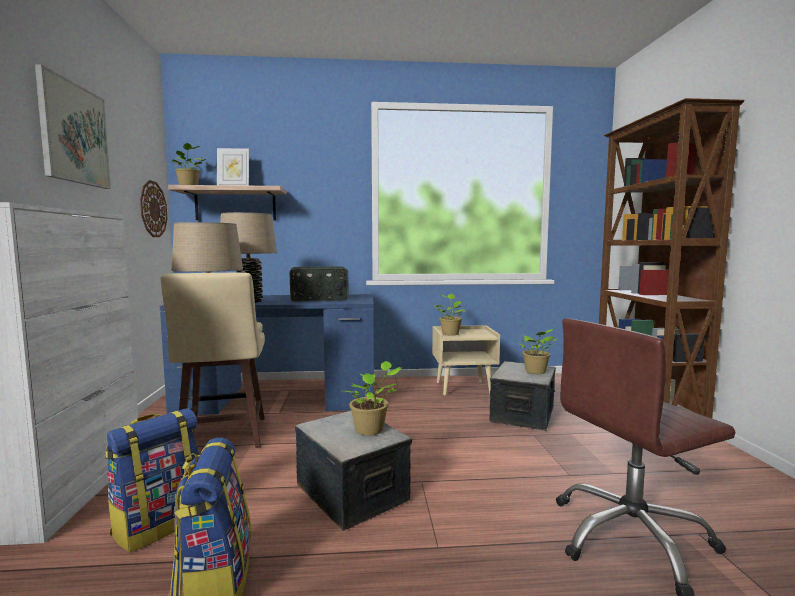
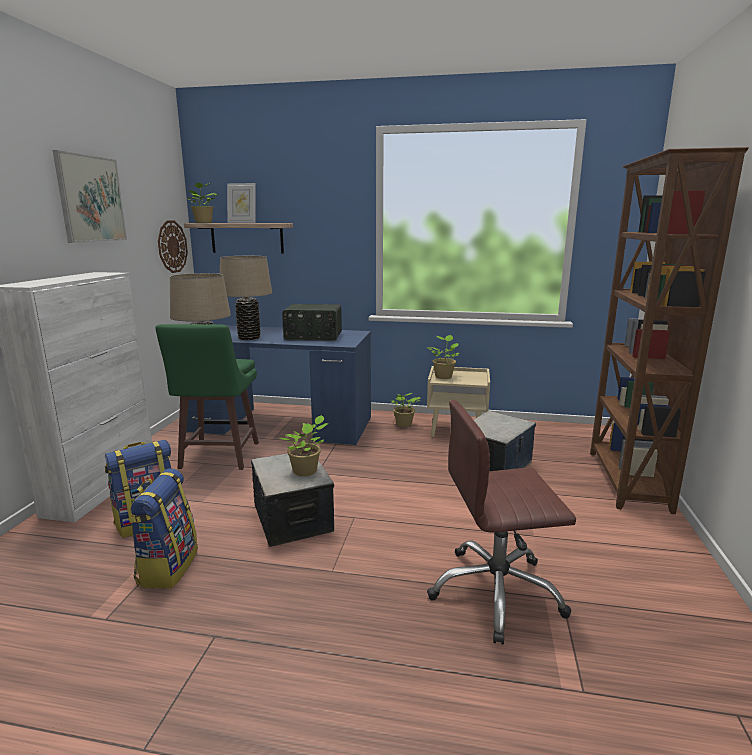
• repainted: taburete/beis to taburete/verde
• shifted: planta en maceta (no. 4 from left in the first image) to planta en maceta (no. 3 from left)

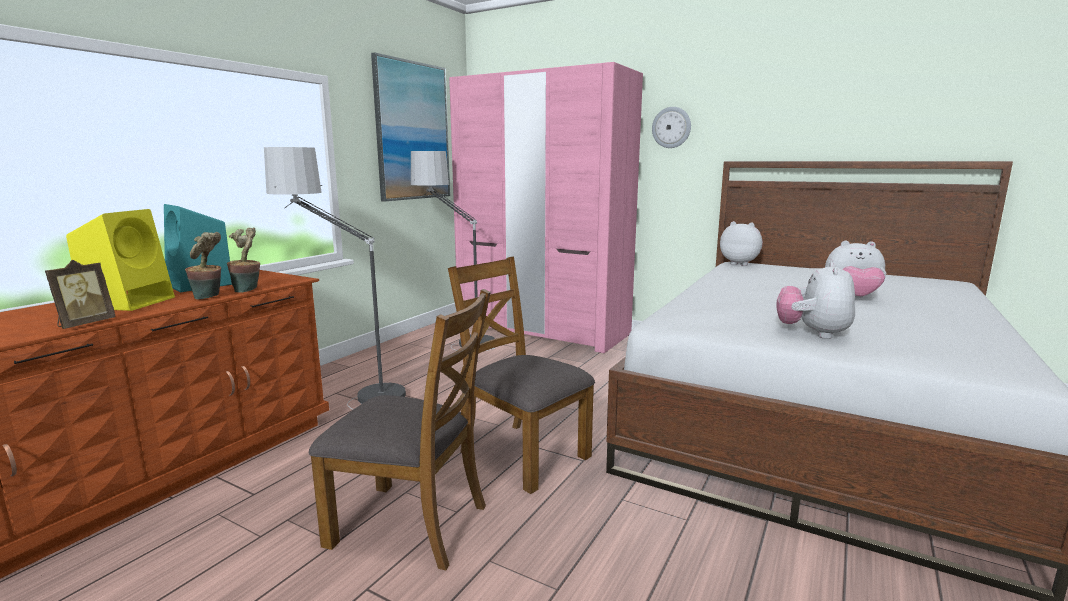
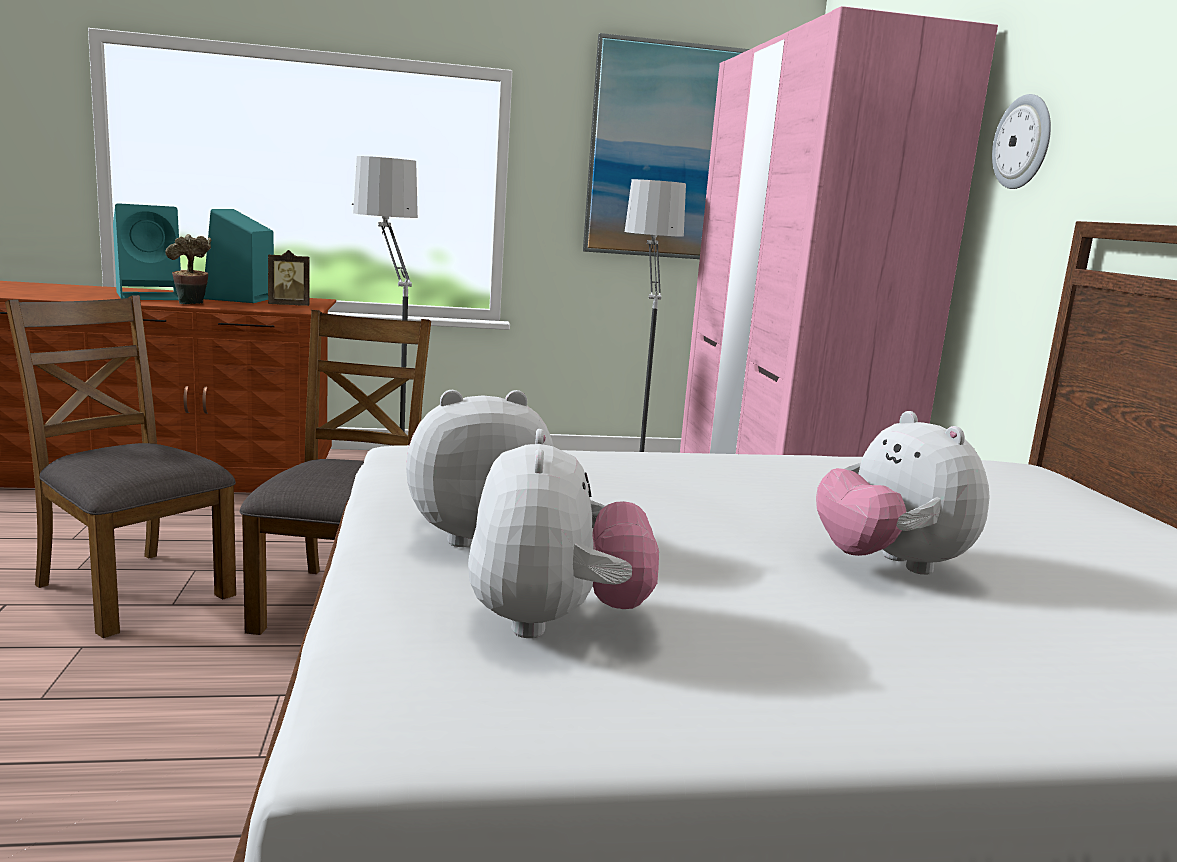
• repainted: altavoz/amarillo to altavoz/turquesa (no. 1 from left)
• shifted: peluche (no. 1 from left in the first image) to peluche (no. 2 from left)
• gone: planta en maceta (no. 2 from left)
• shifted: portarretratos
• rotated: silla/marrón (no. 1 from left) 150 degrees clockwise

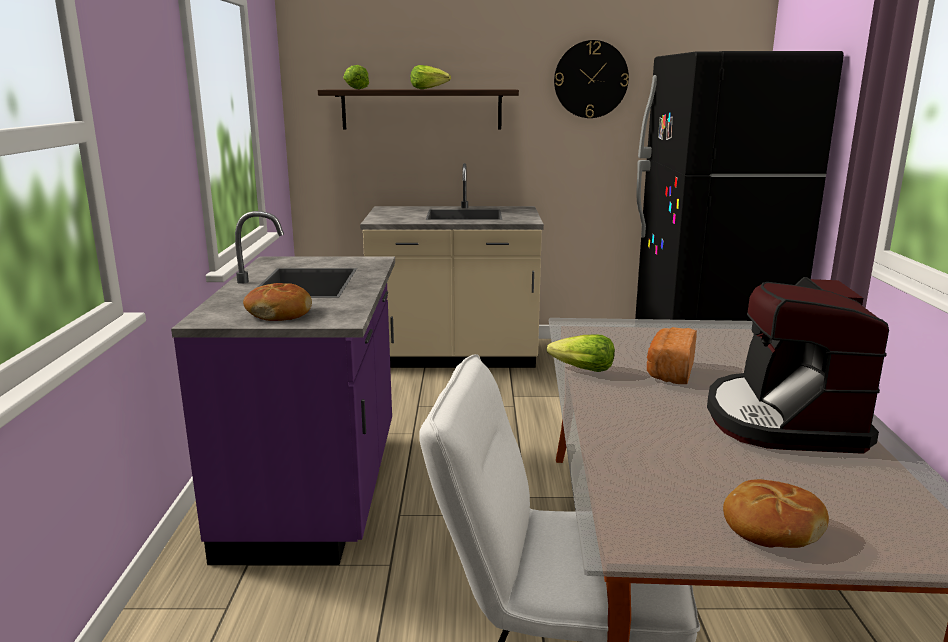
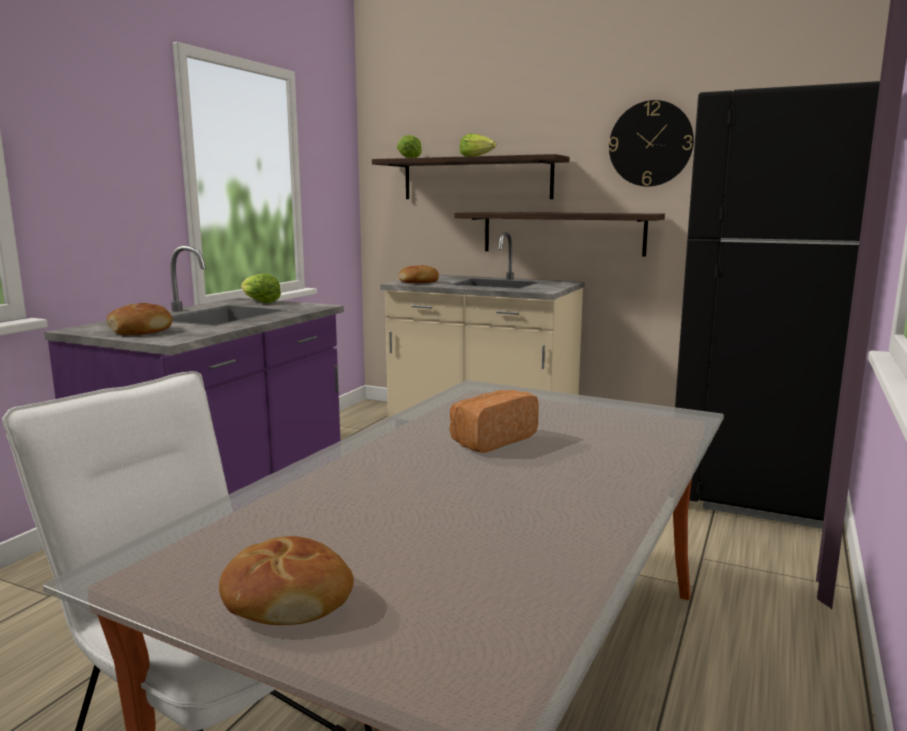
• gone: cafetera
• shifted: lechuga (no. 3 from left in the first image) to lechuga (no. 1 from left)
• new: estante (no. 2 from left)
• new: pan (no. 3 from left)

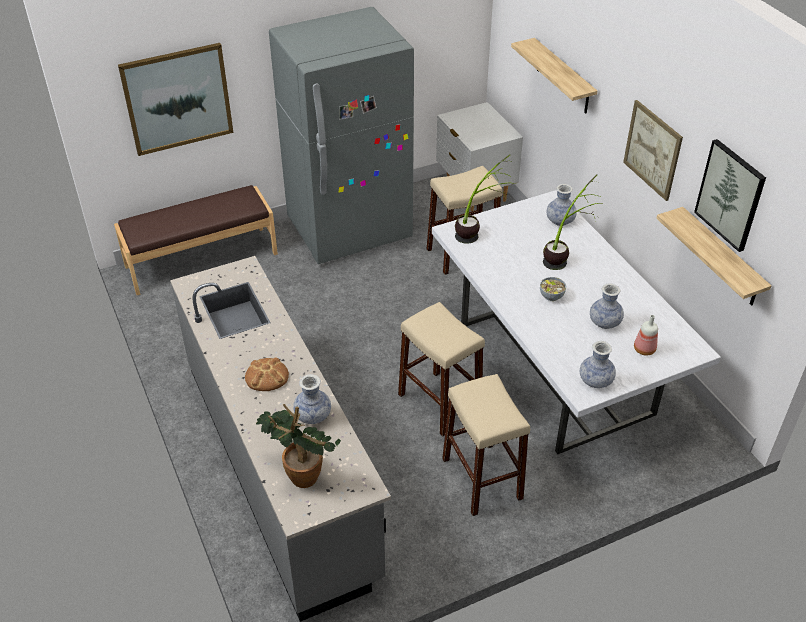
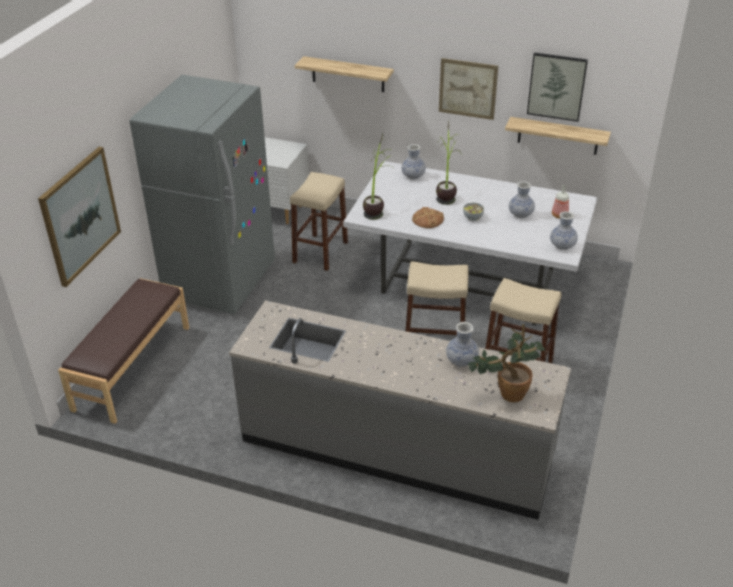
• shifted: pan

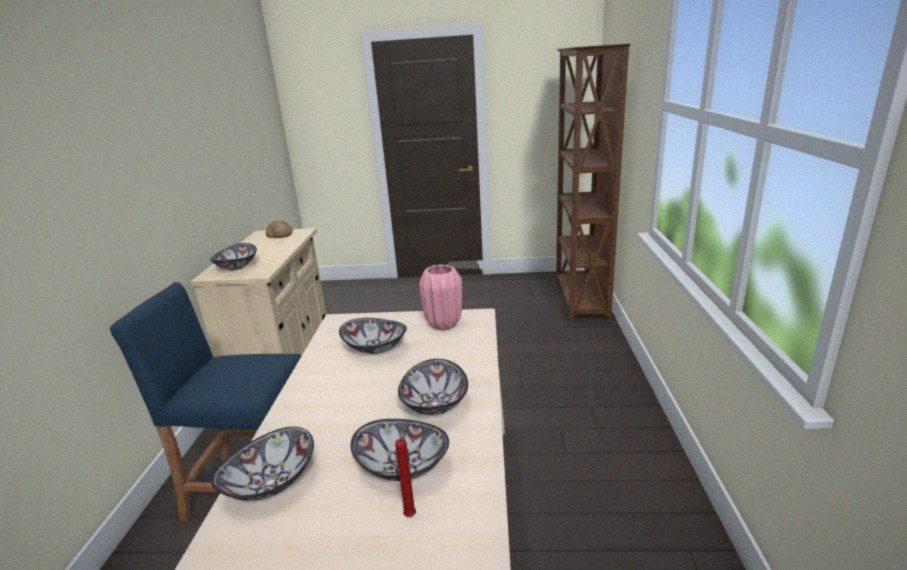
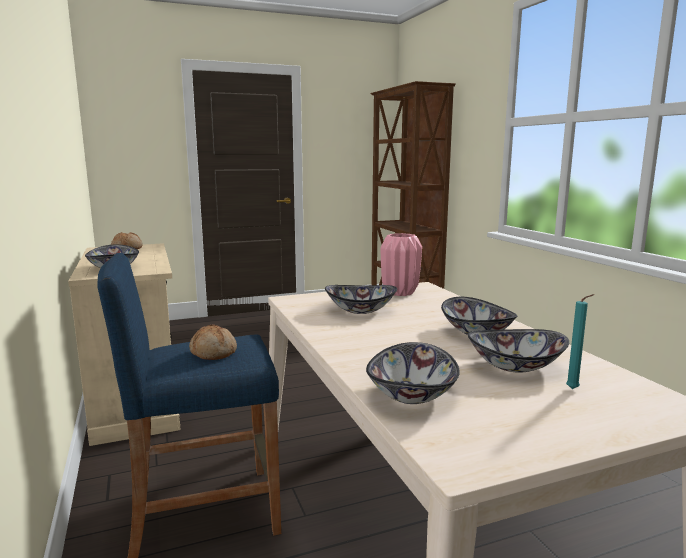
• repainted: vela/rojo to vela/turquesa
• new: pan (no. 2 from left)

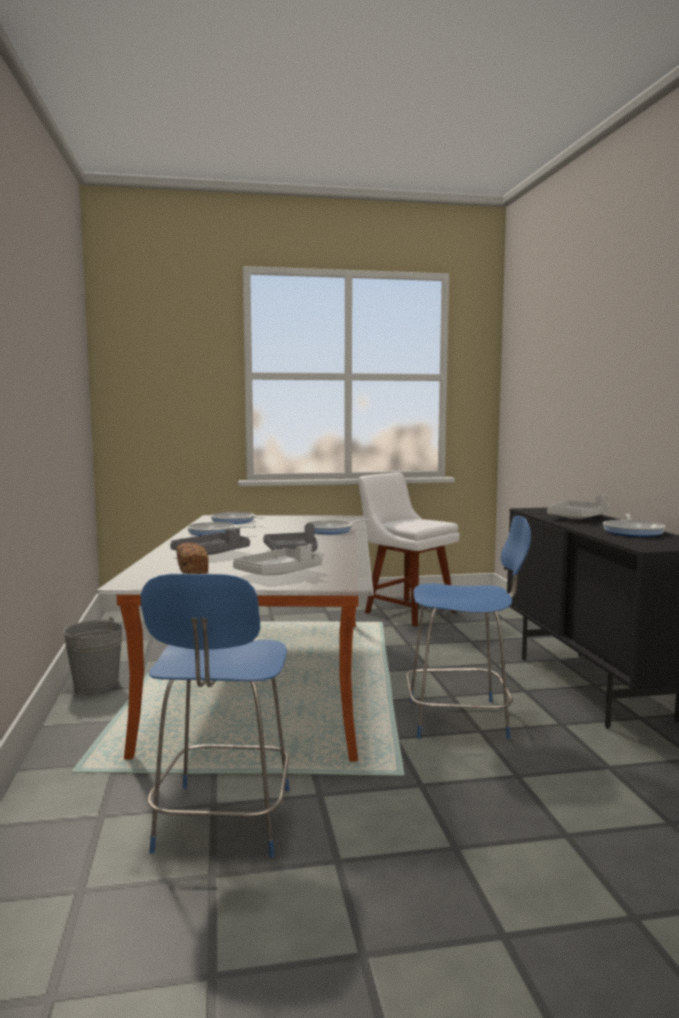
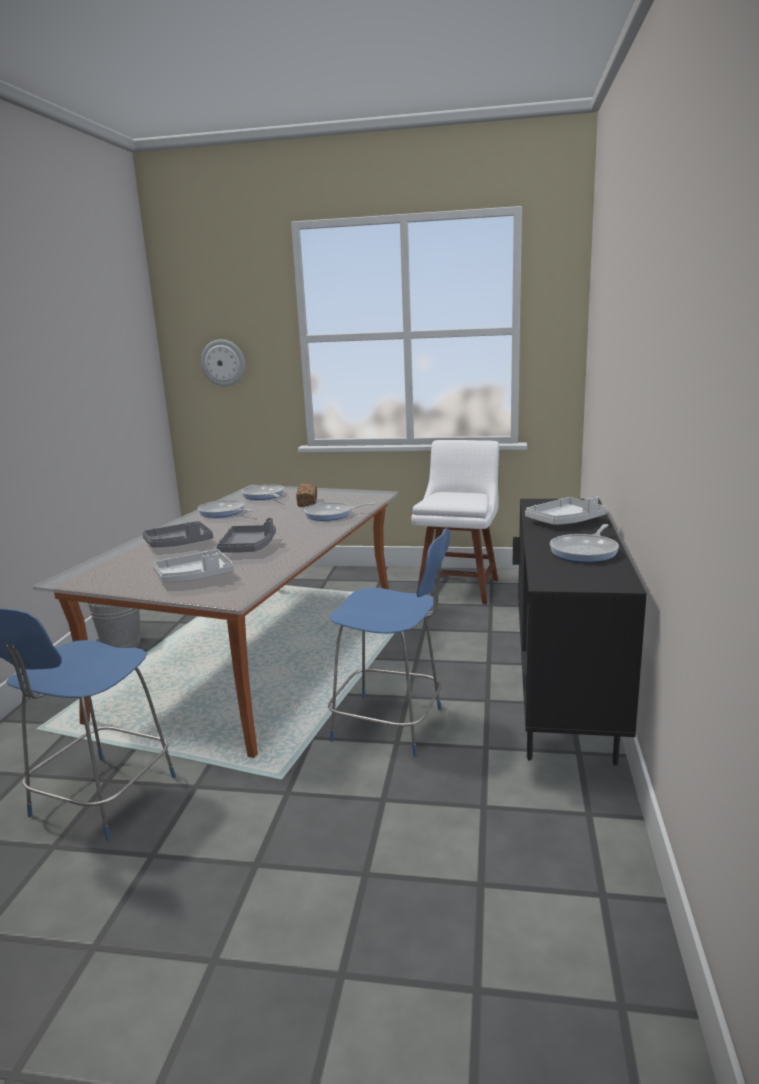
• rotated: silla/blanco 45 degrees clockwise
• shifted: pan
• new: reloj de pared

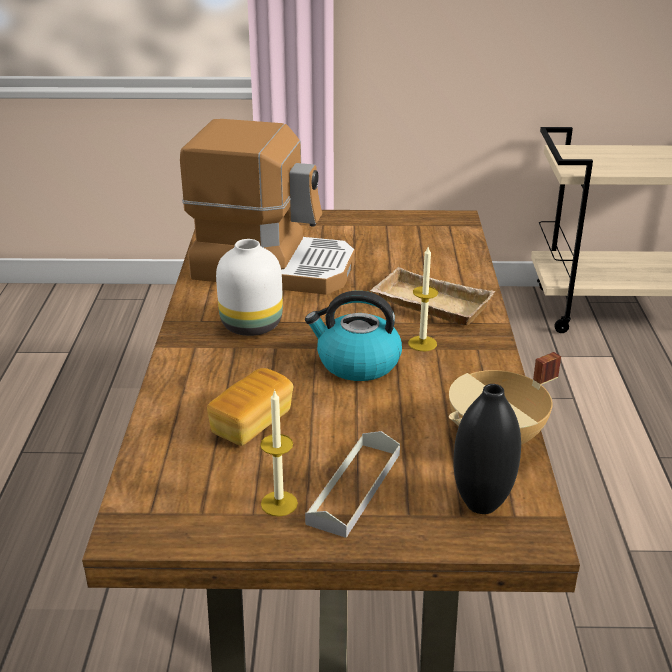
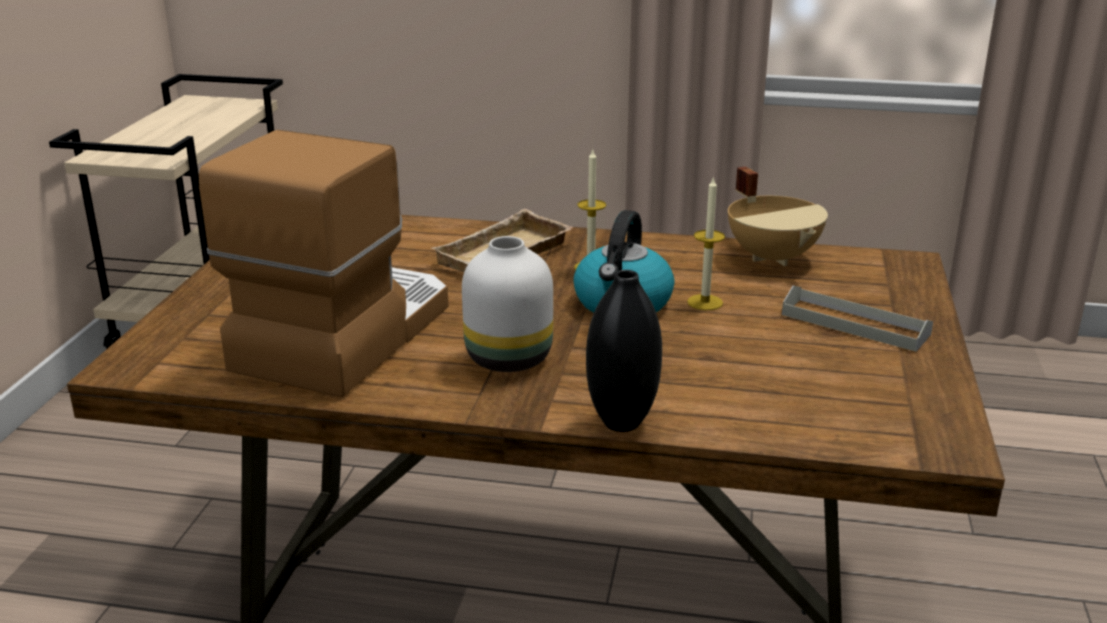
• gone: pan
• shifted: florero/negro
• shifted: vela (no. 1 from left in the first image) to vela (no. 2 from left)

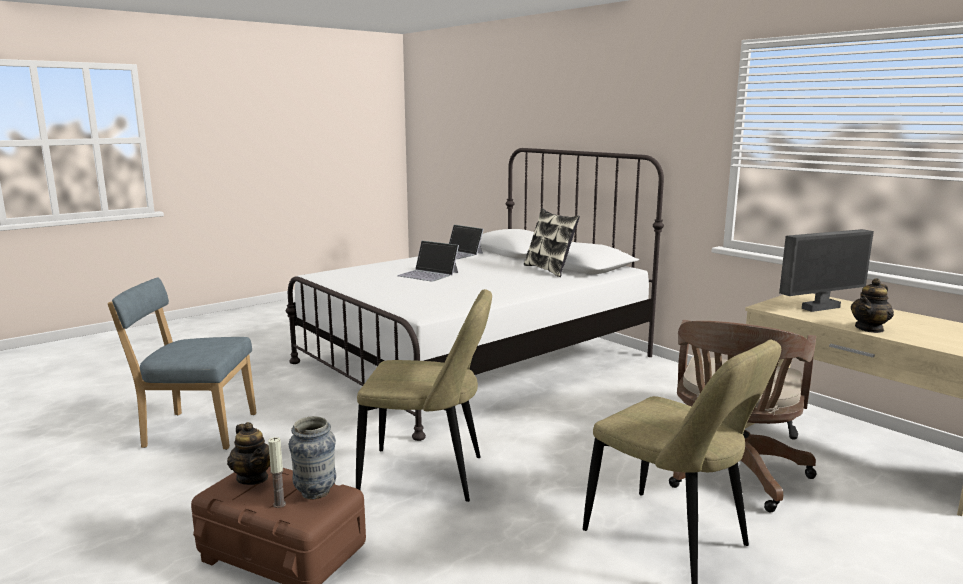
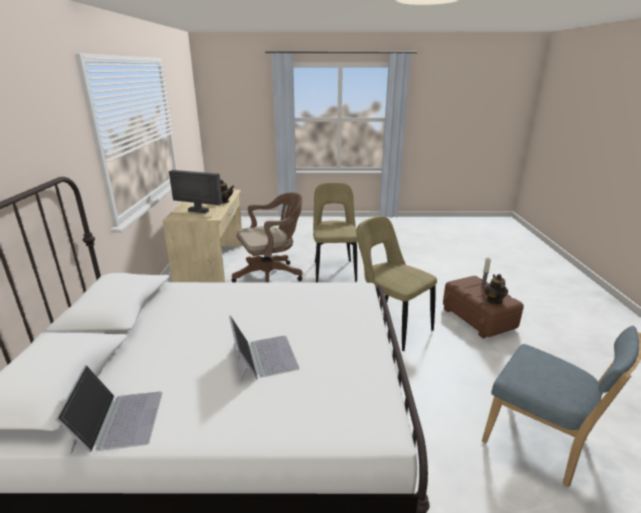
• gone: cojín
• gone: florero

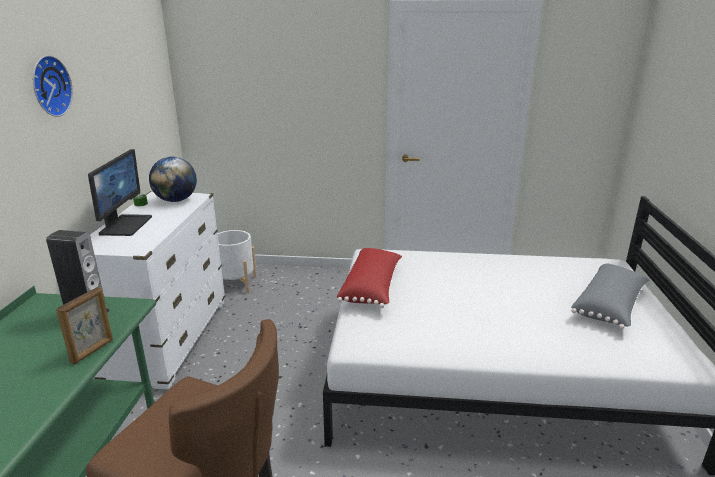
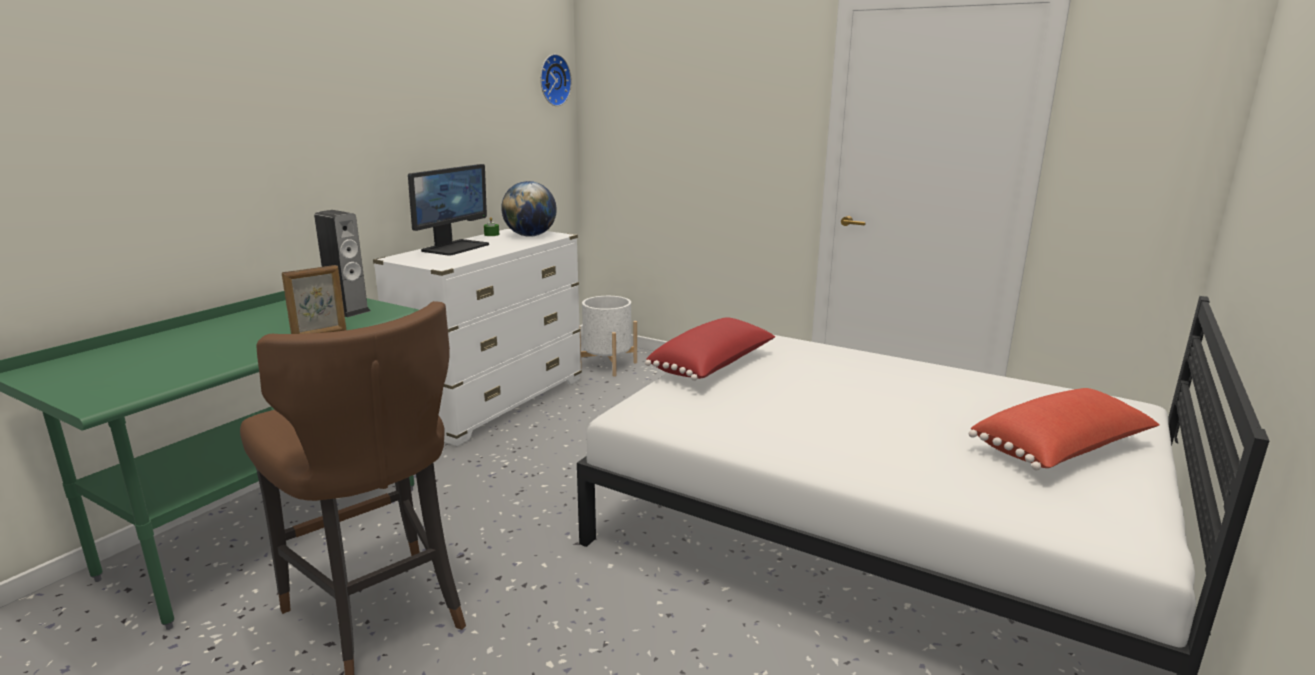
• shifted: reloj de pared
• repainted: cojín/gris to cojín/rojo (no. 2 from left)

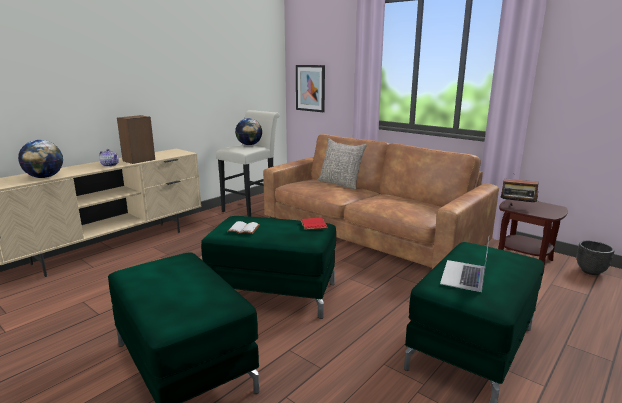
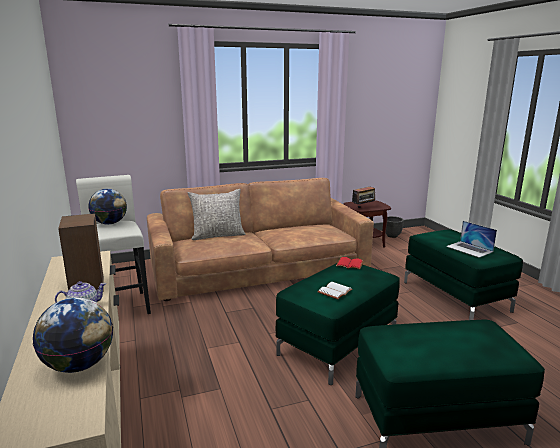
• gone: cuadro

